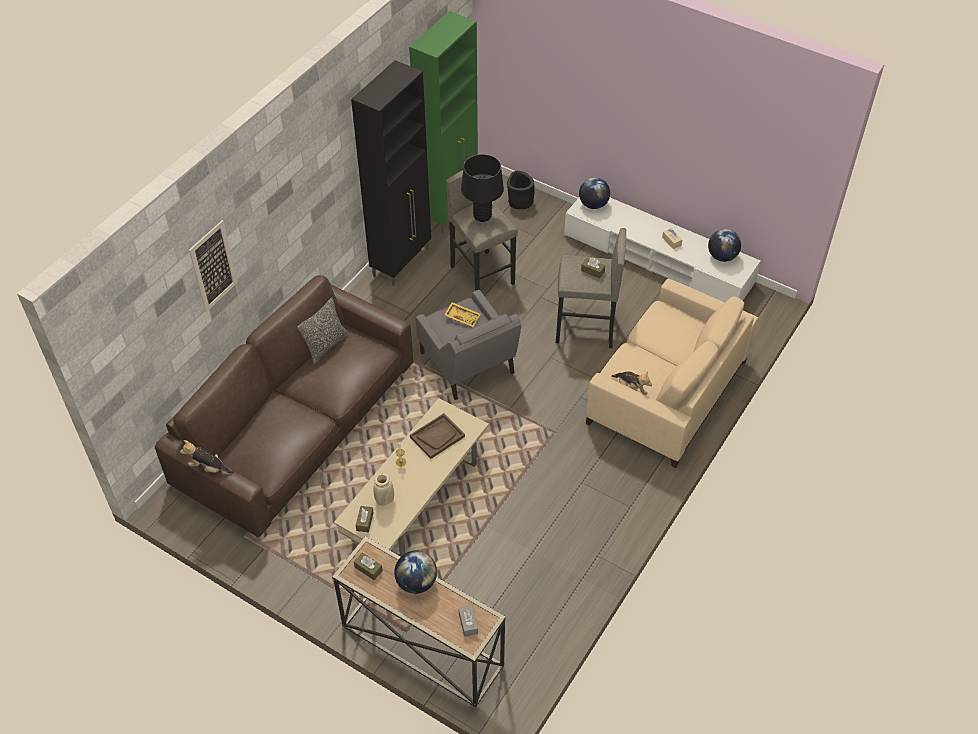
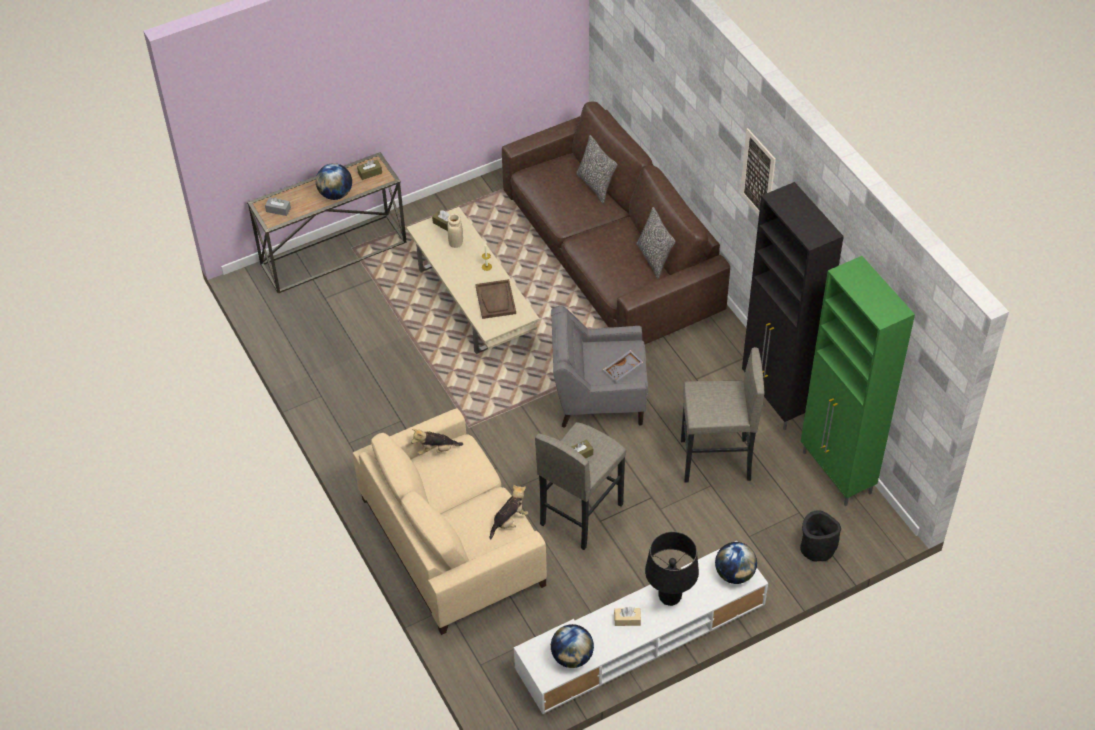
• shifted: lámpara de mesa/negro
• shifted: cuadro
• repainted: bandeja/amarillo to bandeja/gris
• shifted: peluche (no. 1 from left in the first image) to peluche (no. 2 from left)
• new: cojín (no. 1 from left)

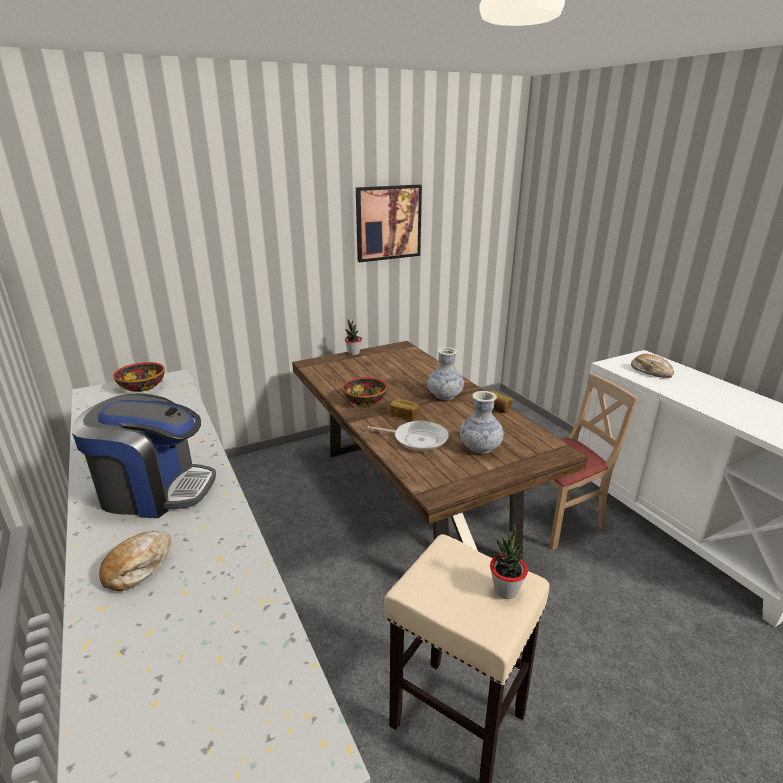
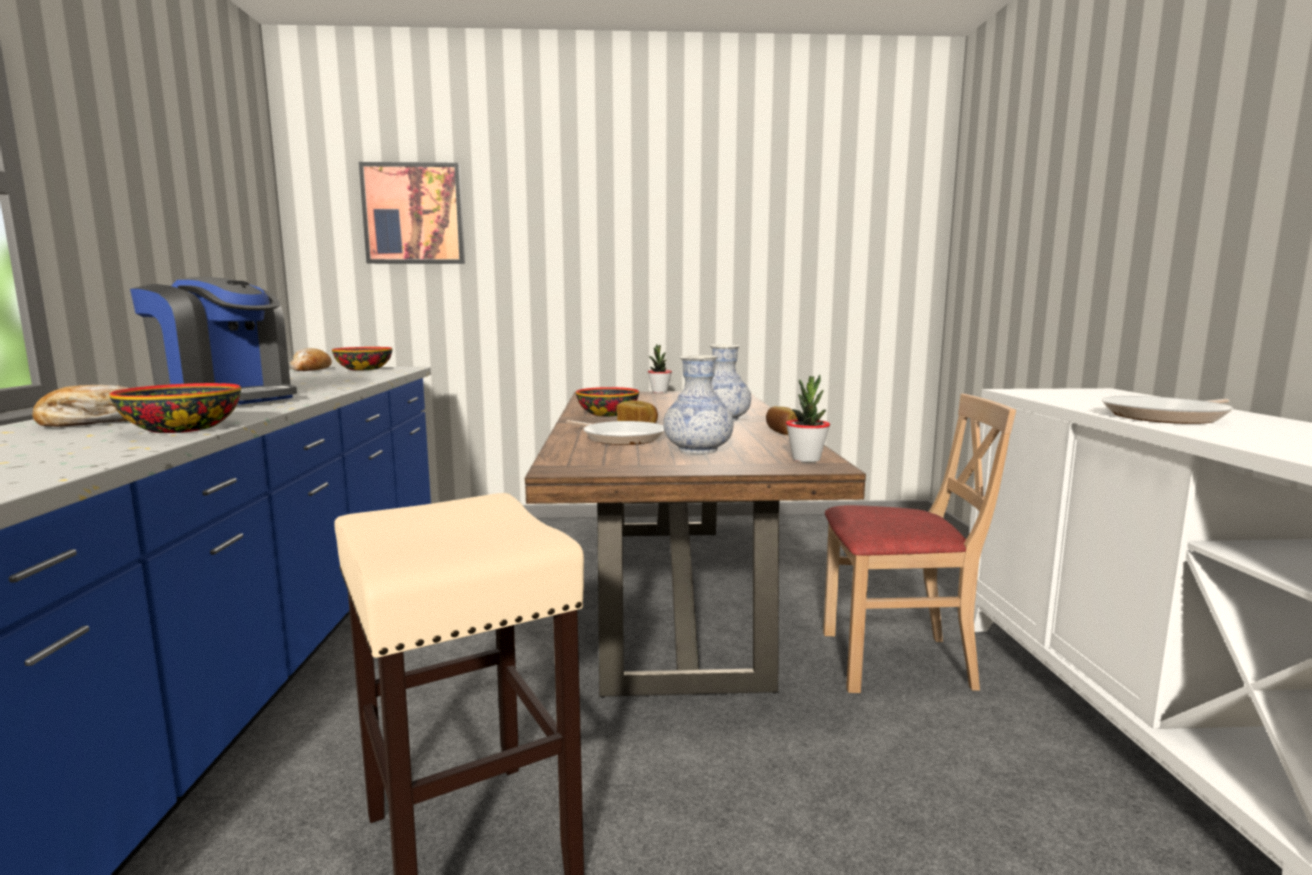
• shifted: cuadro
• shifted: pan (no. 4 from left in the first image) to pan (no. 2 from left)
• shifted: planta en maceta (no. 2 from left)
• new: cuenco (no. 1 from left)
• new: sartén (no. 2 from left)

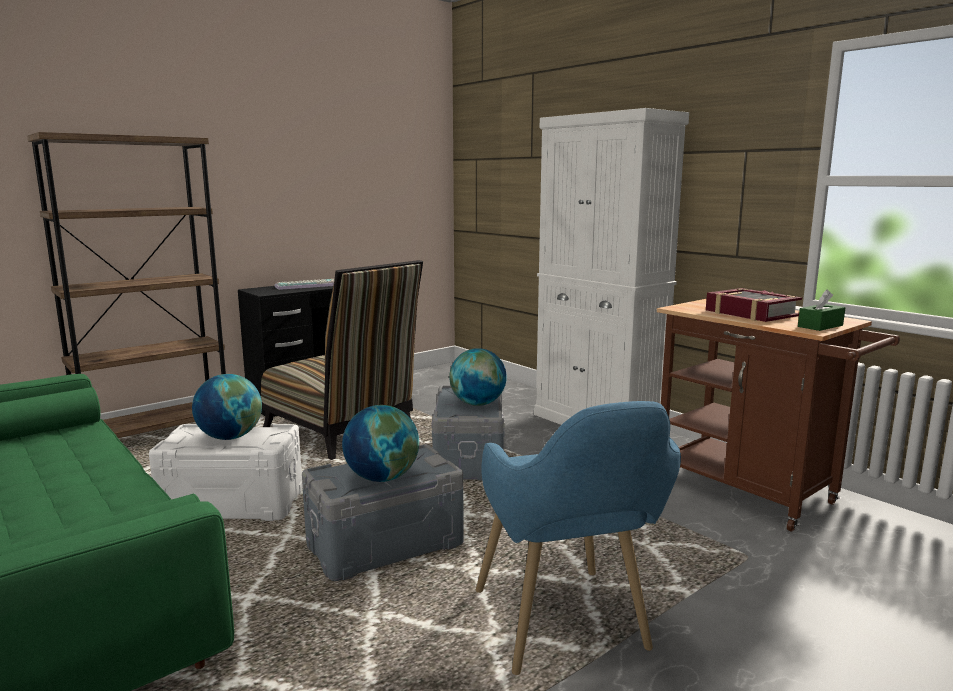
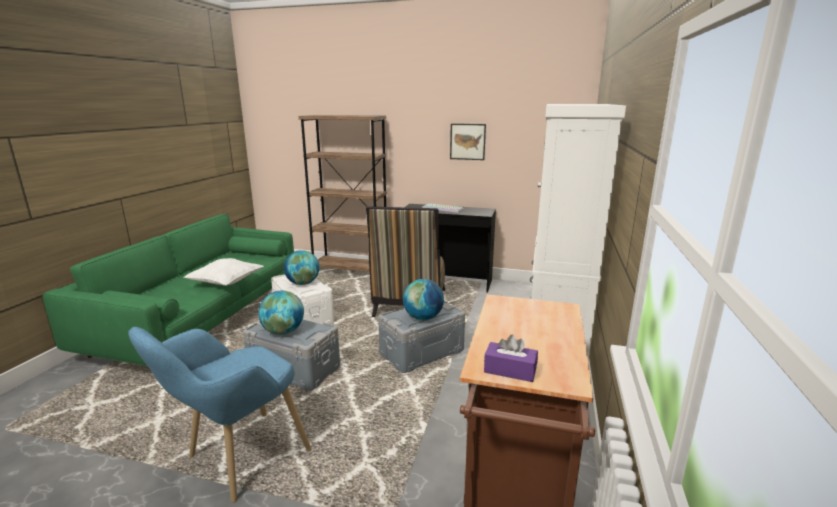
• gone: libro
• repainted: caja de pañuelos/verde to caja de pañuelos/morado
• new: cuadro
• new: cojín/blanco

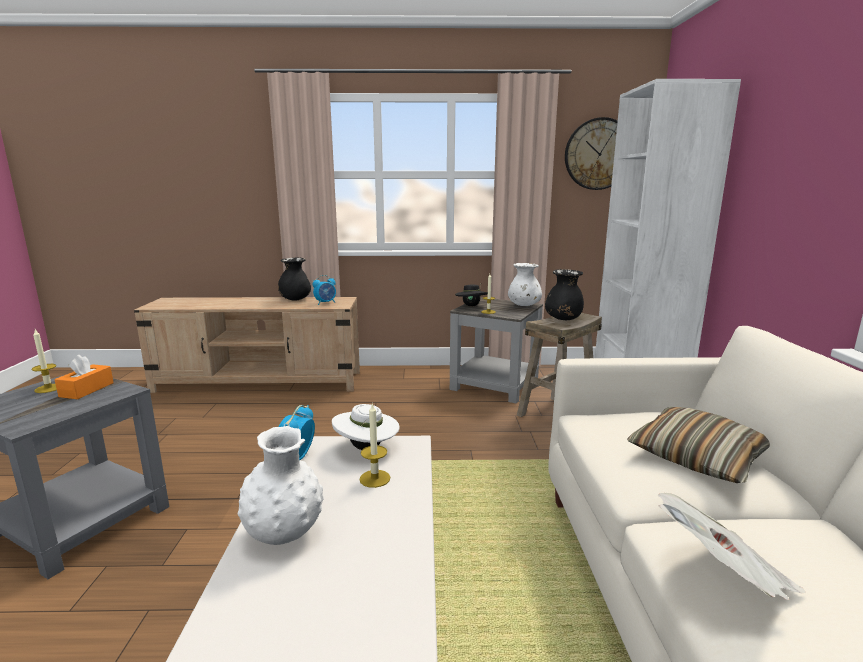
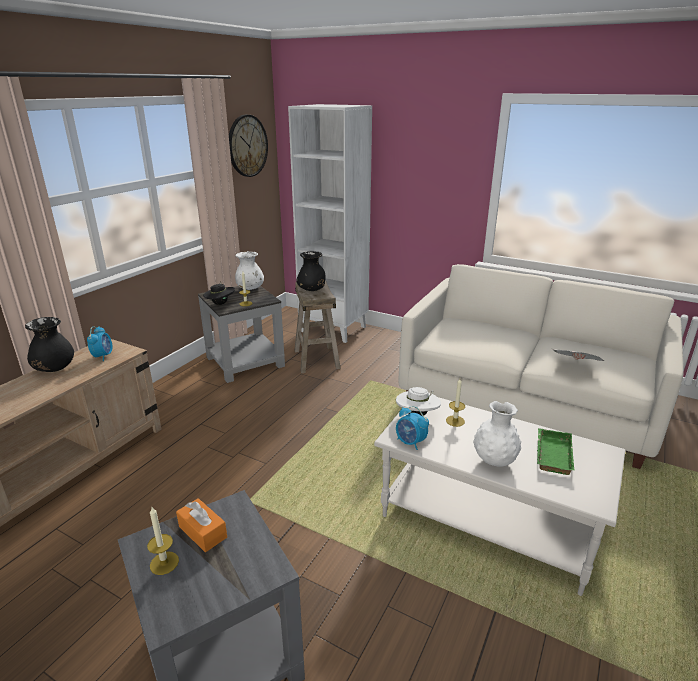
• gone: cojín
• new: bandeja/verde

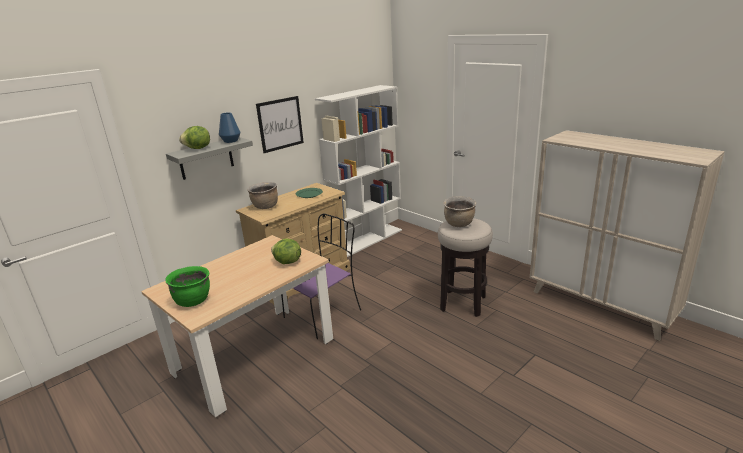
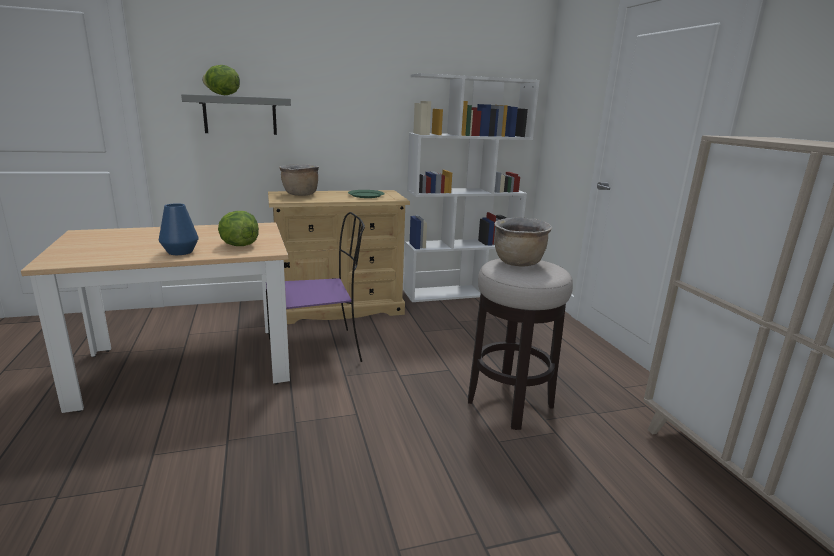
• gone: cuadro
• shifted: florero/azul
• gone: olla/verde

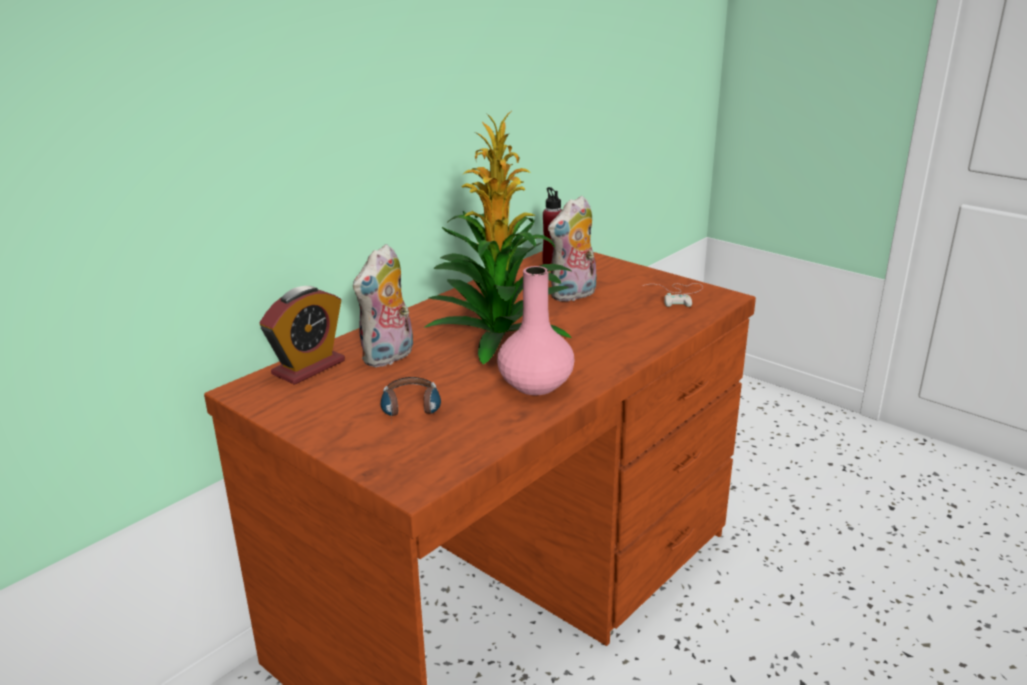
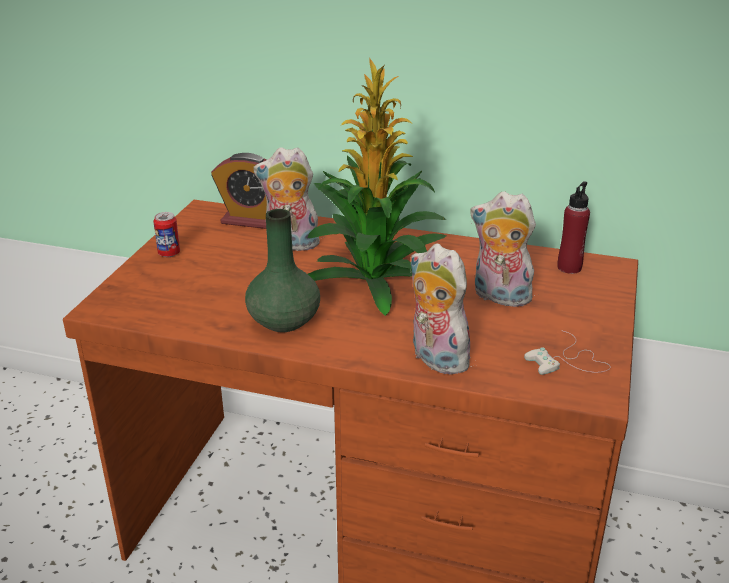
• repainted: florero/rosa to florero/verde
• gone: auriculares
• new: lata
• new: peluche (no. 2 from left)

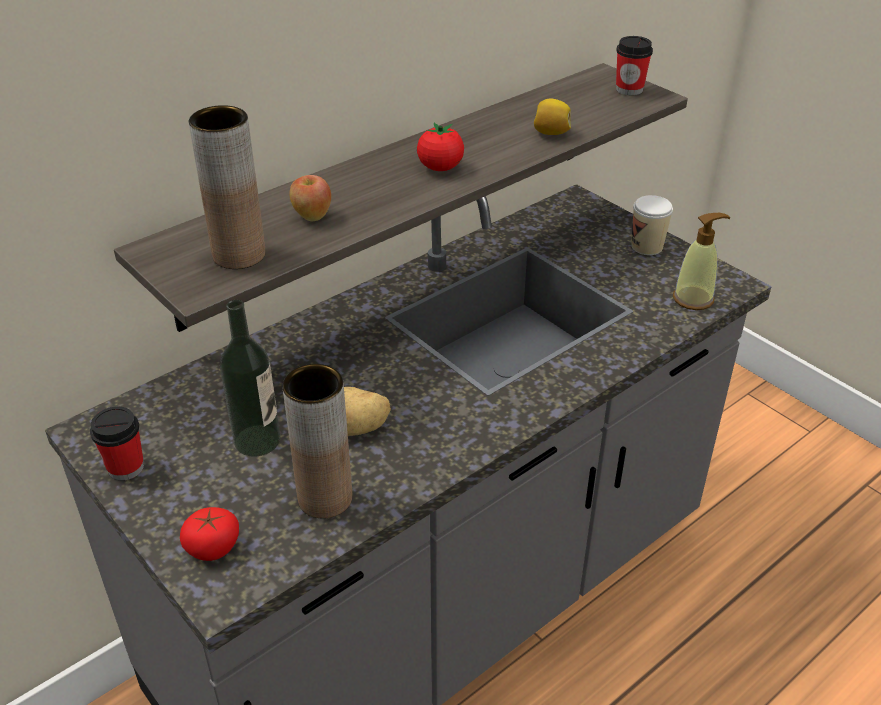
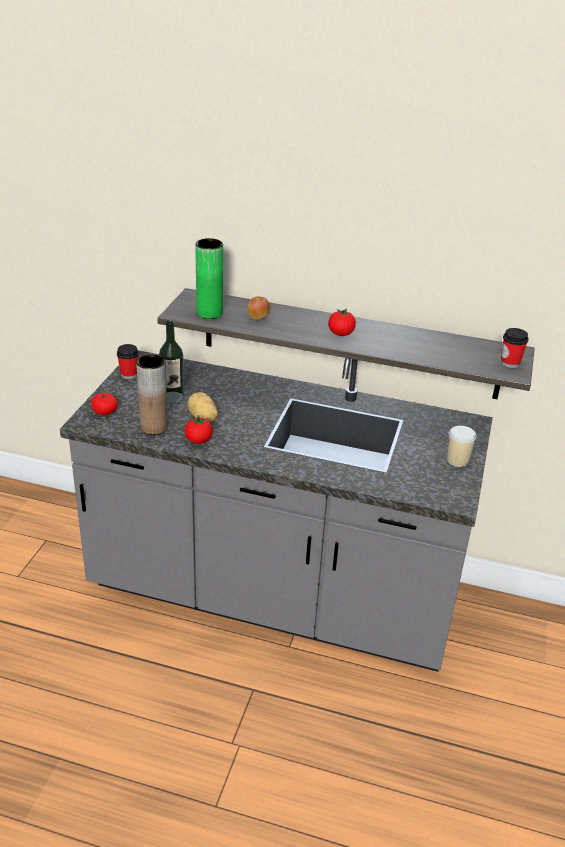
• gone: limón
• repainted: florero/marrón (no. 1 from left) to florero/verde
• gone: dispensador de jabón
• new: tomate (no. 2 from left)

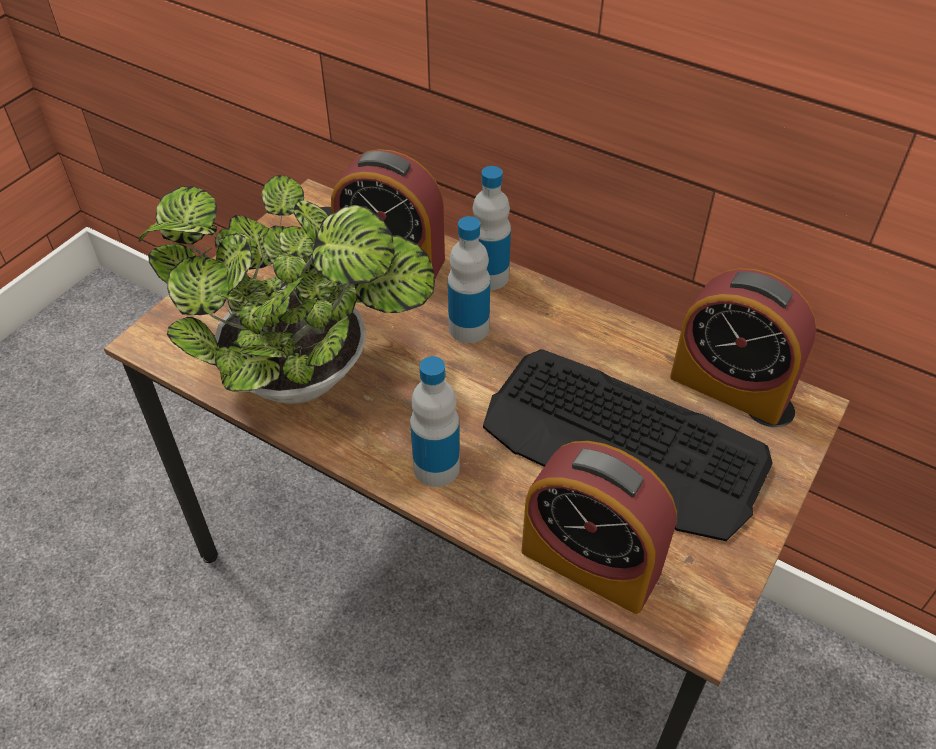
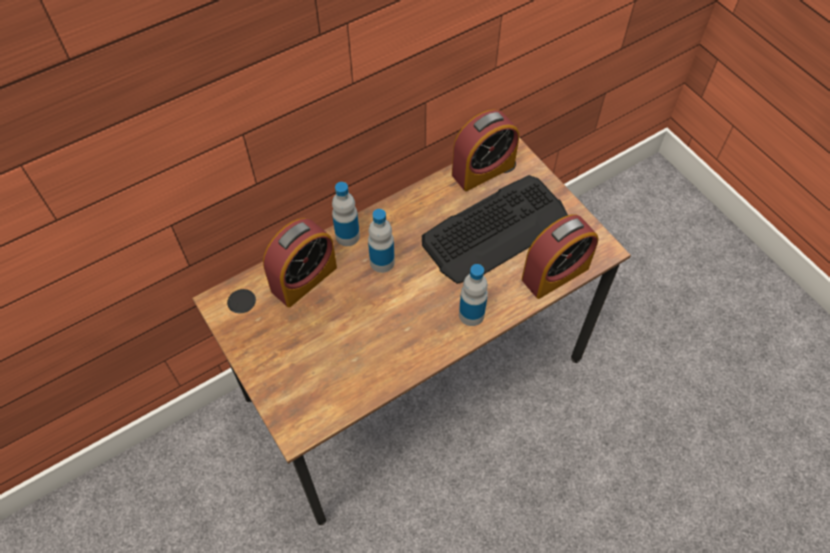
• gone: planta en maceta

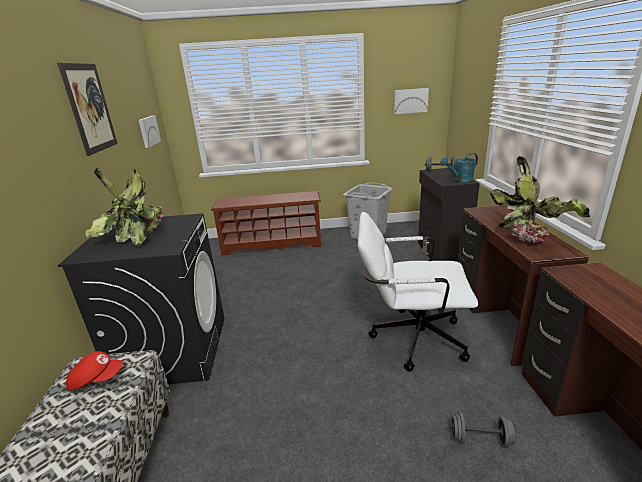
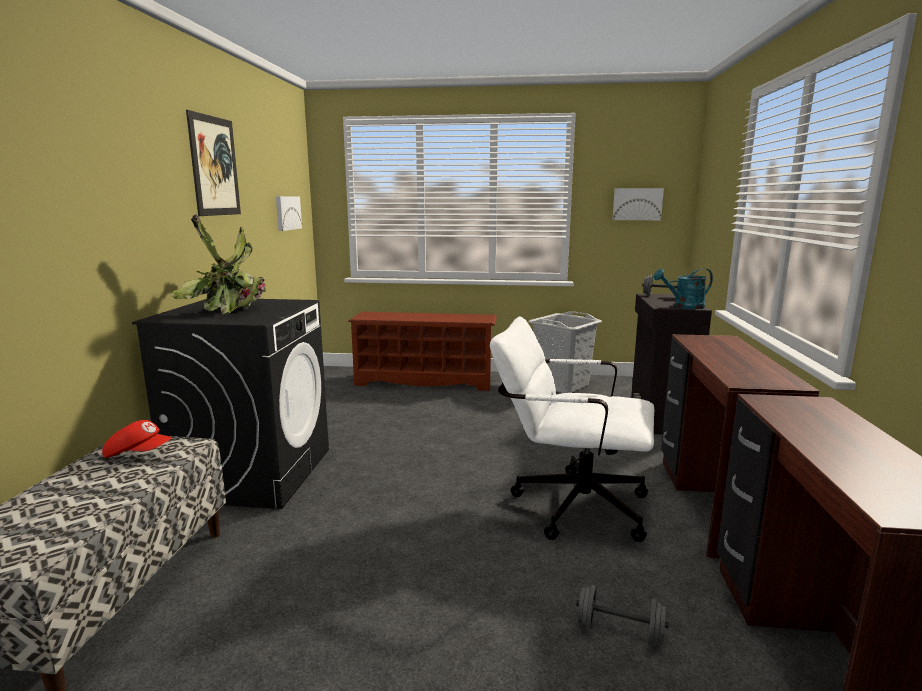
• gone: planta en maceta (no. 2 from left)

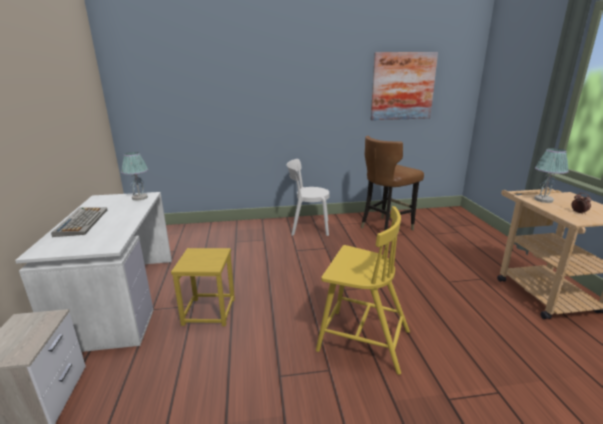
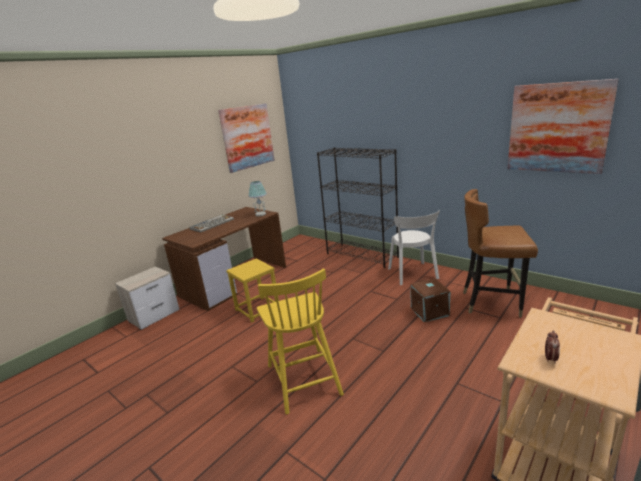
• gone: lámpara de mesa (no. 2 from left)
• rotated: silla/blanco 150 degrees counterclockwise
• repainted: escritorio/blanco to escritorio/marrón
• new: cuadro (no. 1 from left)
• new: estantería/negro
• new: caja de almacenaje/marrón

